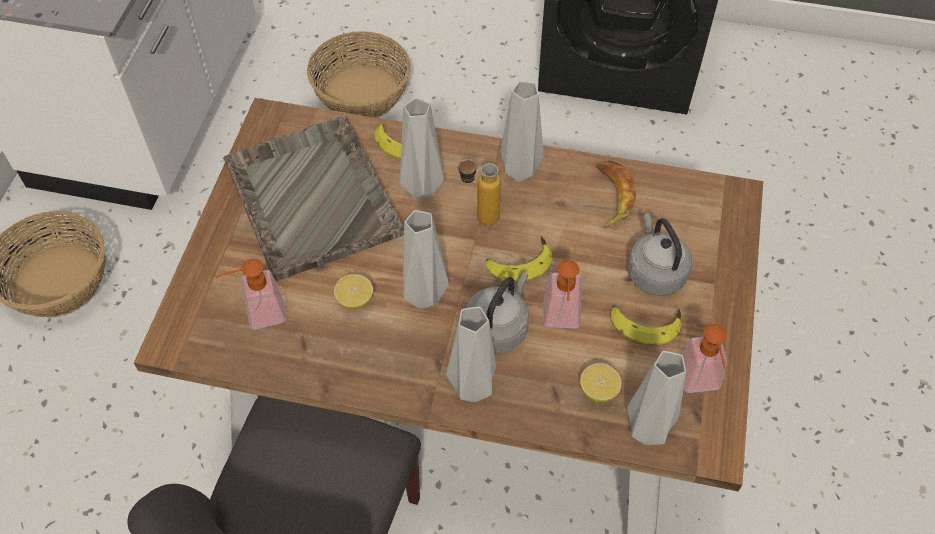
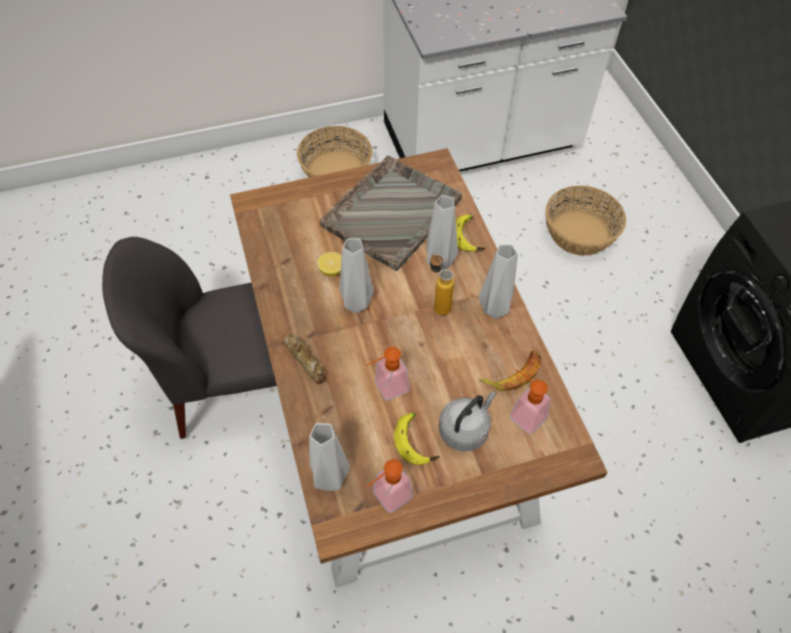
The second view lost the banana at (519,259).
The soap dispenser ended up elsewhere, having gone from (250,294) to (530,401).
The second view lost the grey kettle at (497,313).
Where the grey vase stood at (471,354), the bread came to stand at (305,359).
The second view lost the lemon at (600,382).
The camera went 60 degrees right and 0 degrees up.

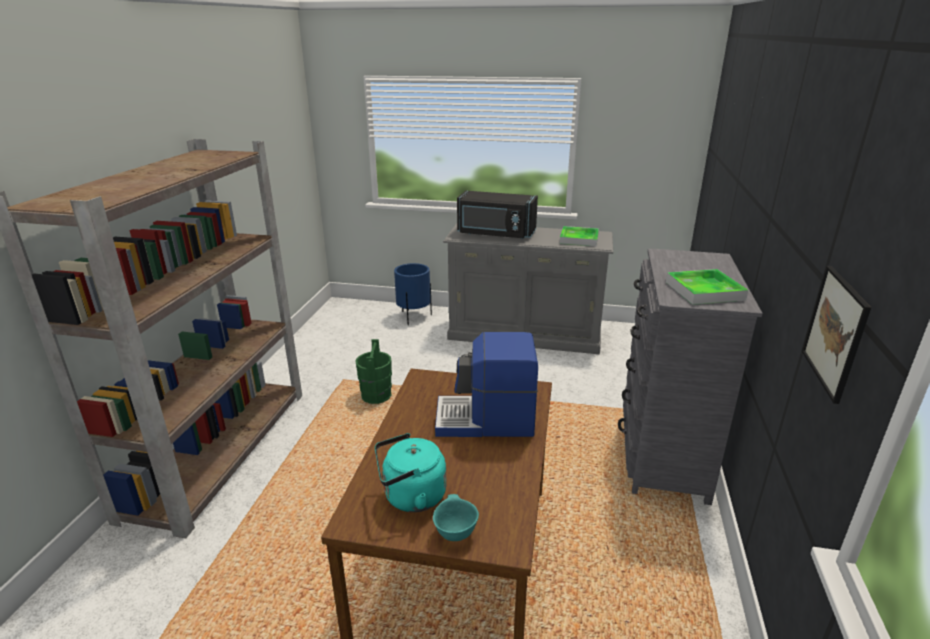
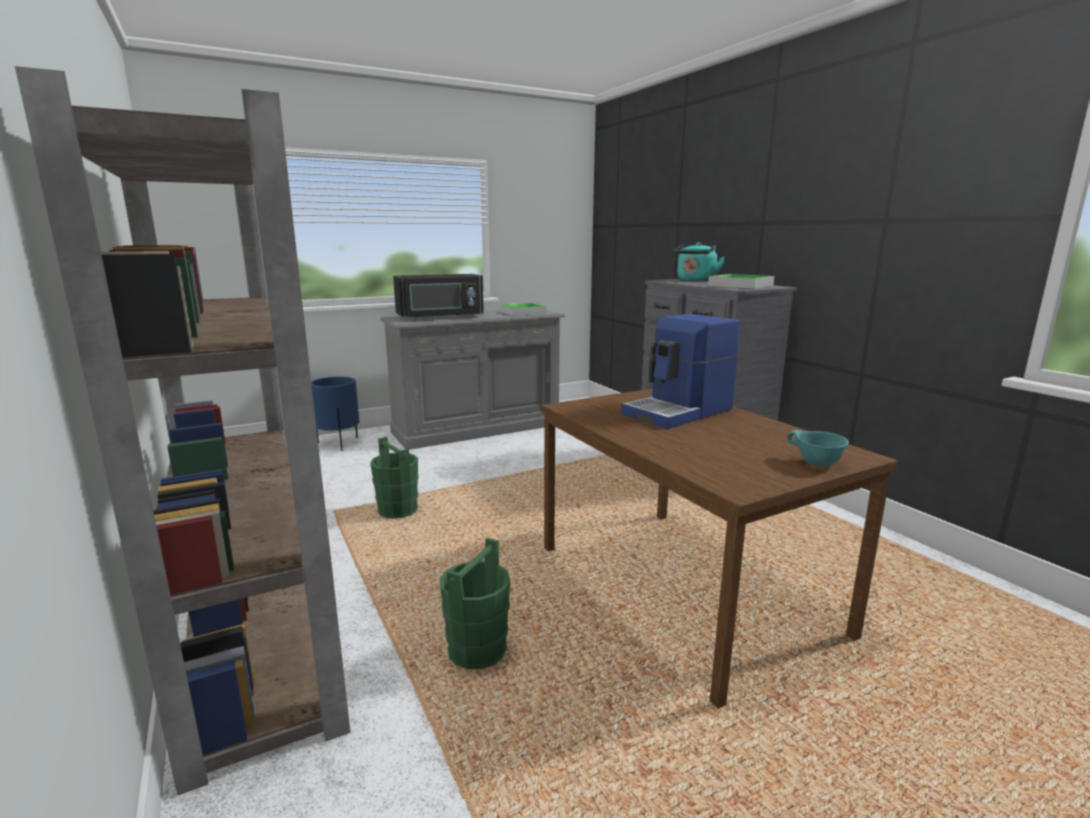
The second view lost the picture at (836,335).
The turquoise kettle ended up elsewhere, having gone from (411,472) to (699,261).
The second view gained the green bucket at (474,603).
The camera went 40 degrees left and 10 degrees down.

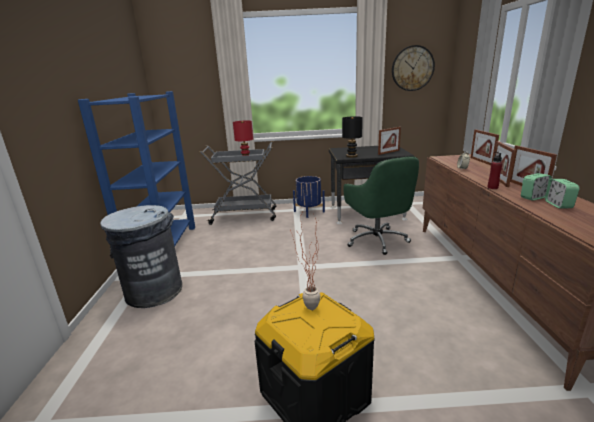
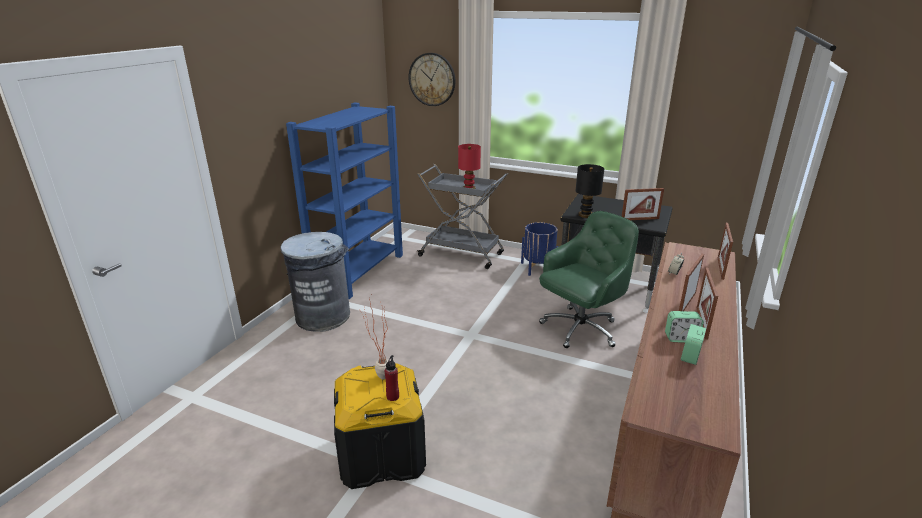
The wall clock ended up elsewhere, having gone from (413,68) to (431,79).
The red bottle ended up elsewhere, having gone from (495,170) to (392,378).
The green office chair at (381,205) ended up facing another way, 135 degrees counterclockwise from before.
The camera went 25 degrees right and 5 degrees up.

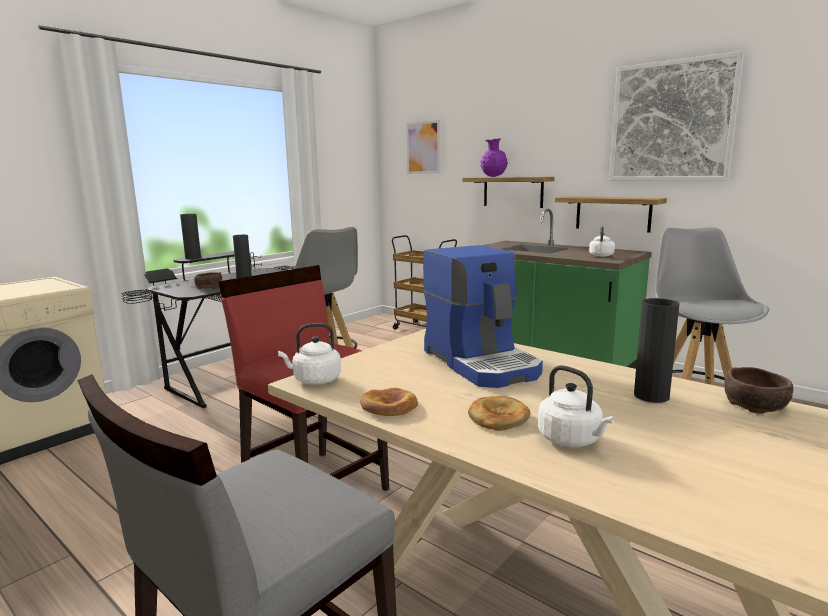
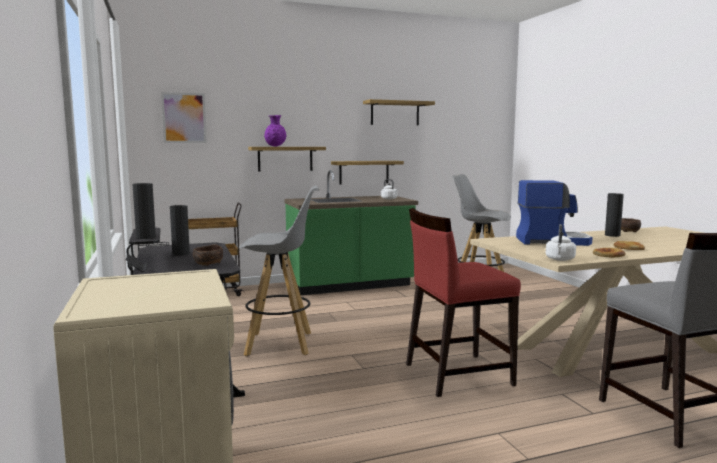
Where the picture hung at (676,116), the shelf came to hang at (399,112).
The second view lost the white kettle at (576,406).
The camera went 60 degrees left and 5 degrees down.

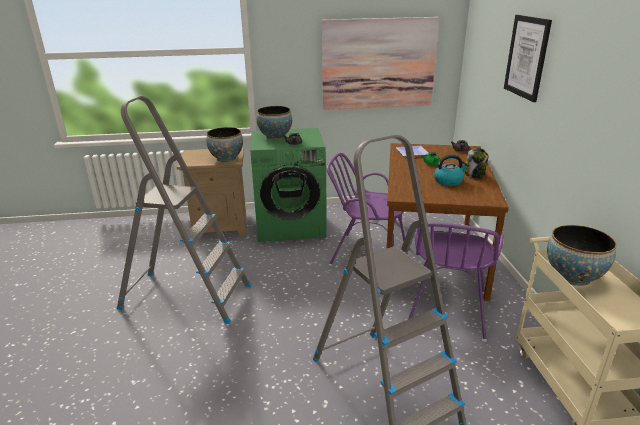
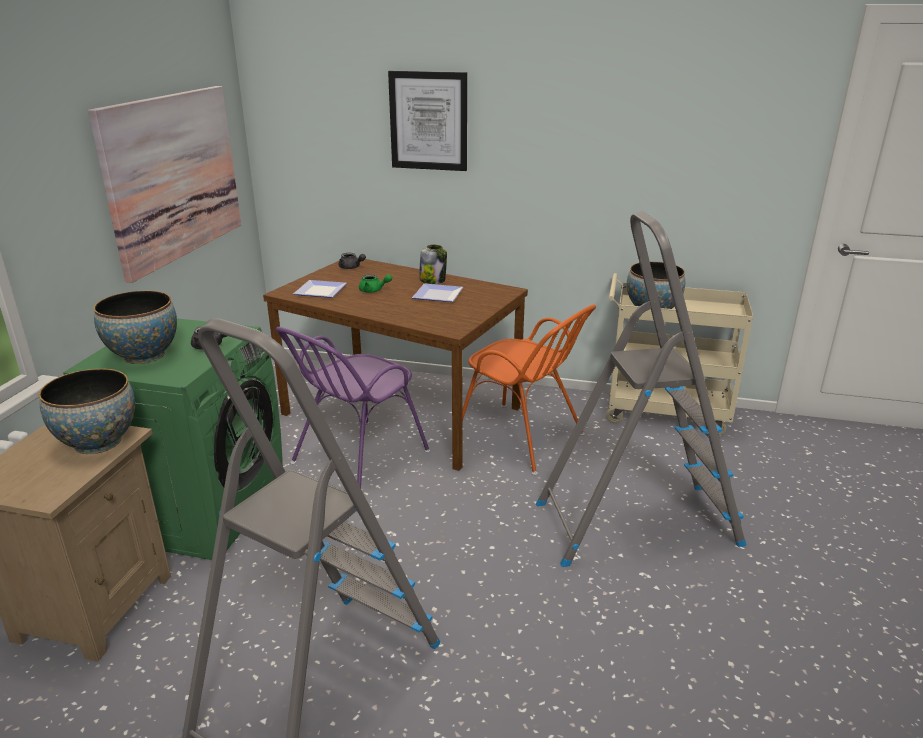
Where the kettle stood at (451,170), the plate came to stand at (437,293).
What was the purple chair at (456,282) turned into the orange chair at (529,389).
The camera went 70 degrees left and 0 degrees up.

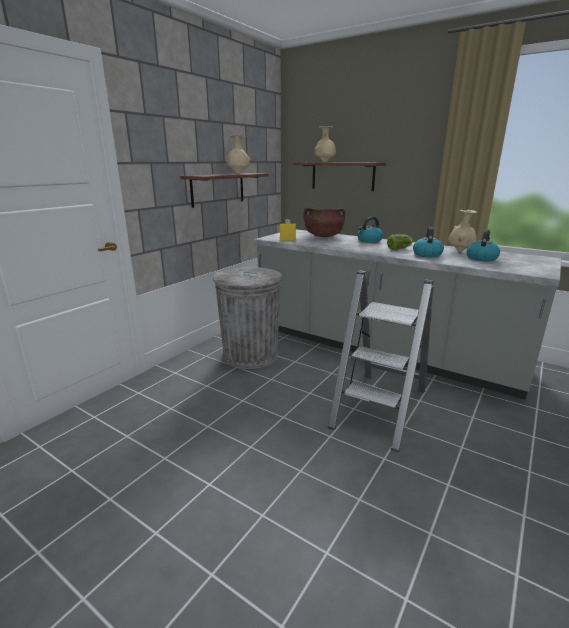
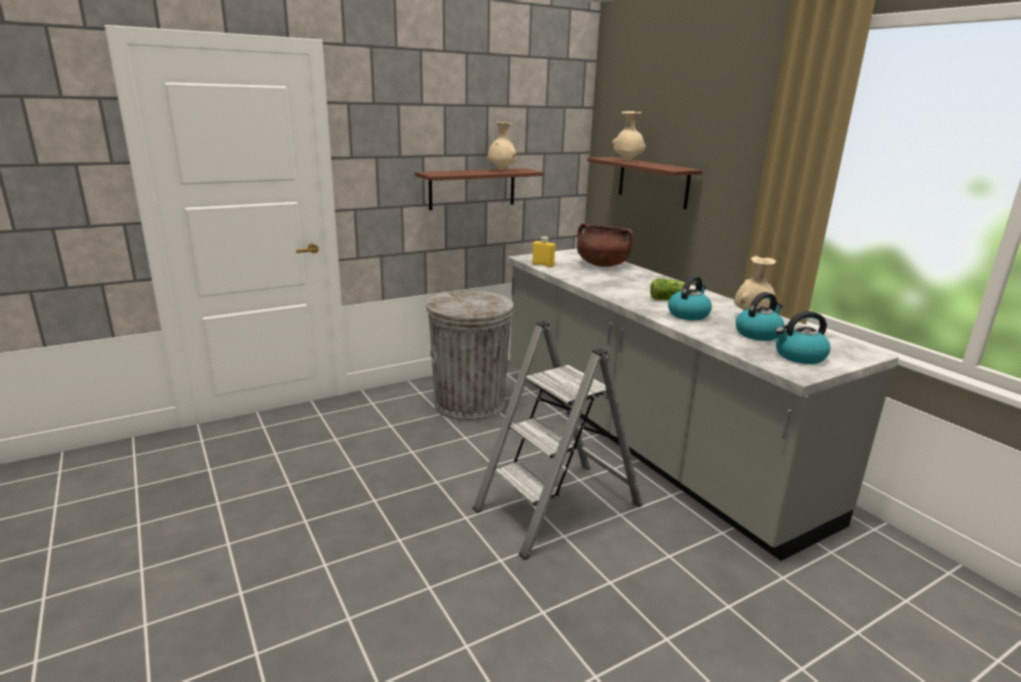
The kettle ended up elsewhere, having gone from (370,230) to (803,337).
The camera went 25 degrees right and 0 degrees up.

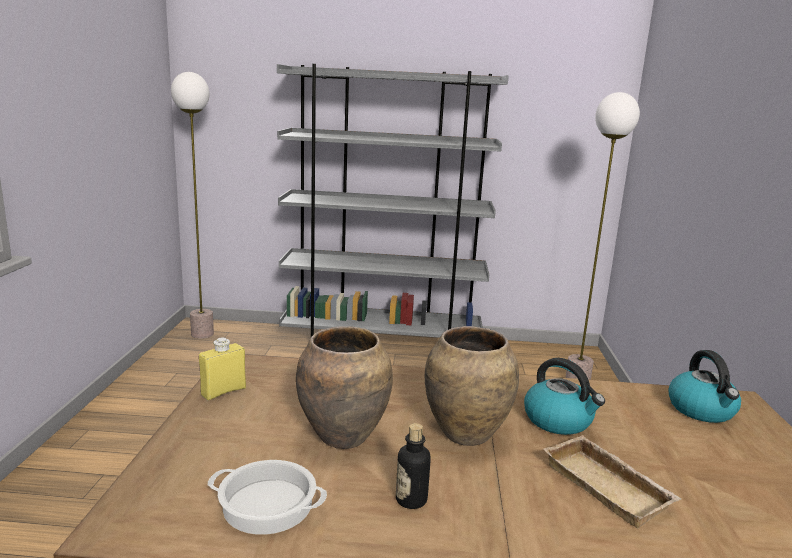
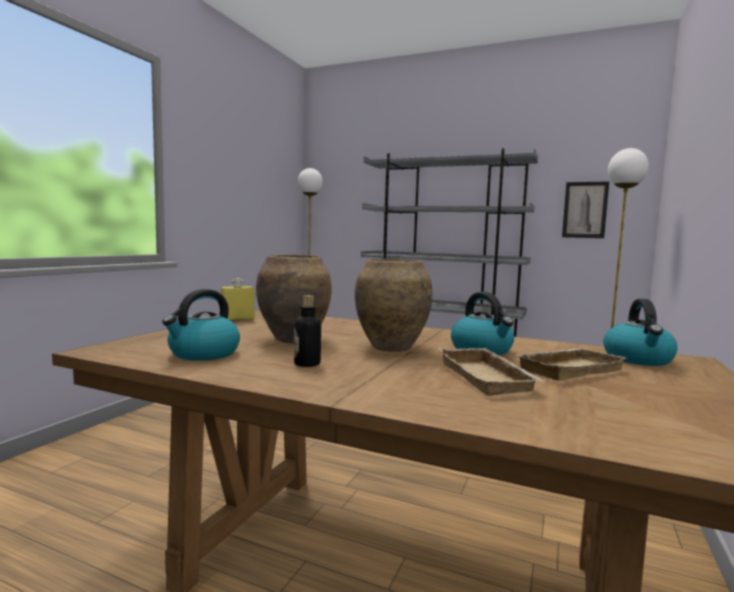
Where the cooking pot stood at (267,497), the kettle came to stand at (201,325).
The second view gained the picture at (585,209).
The second view gained the beige tray at (569,364).
The camera went 20 degrees right and 10 degrees down.

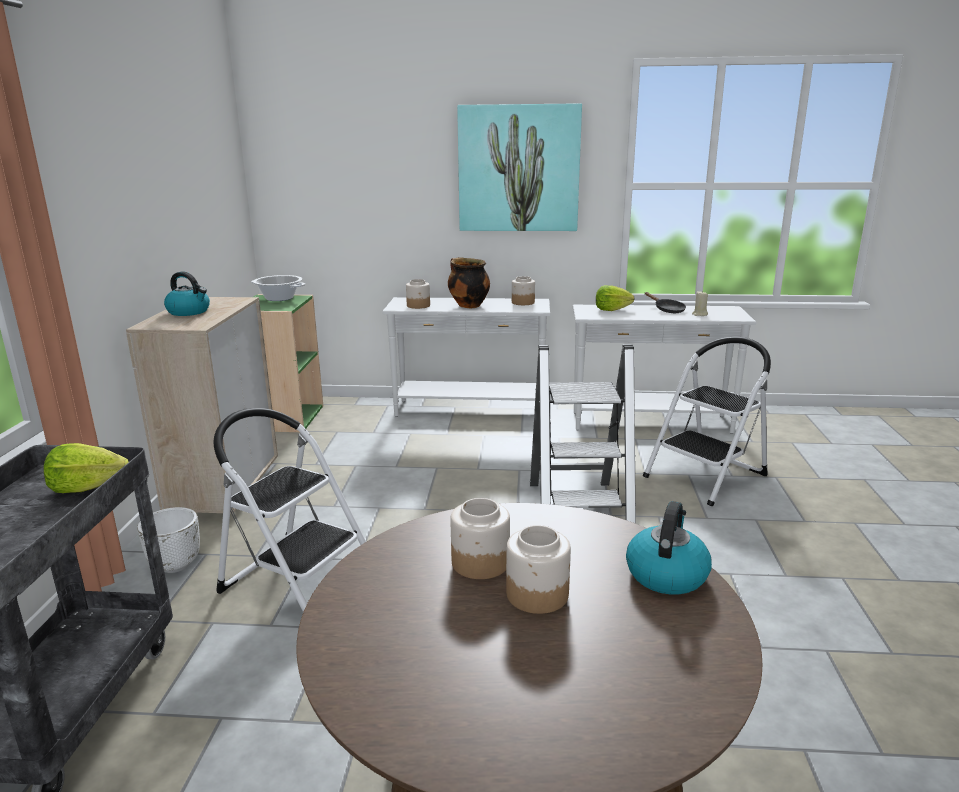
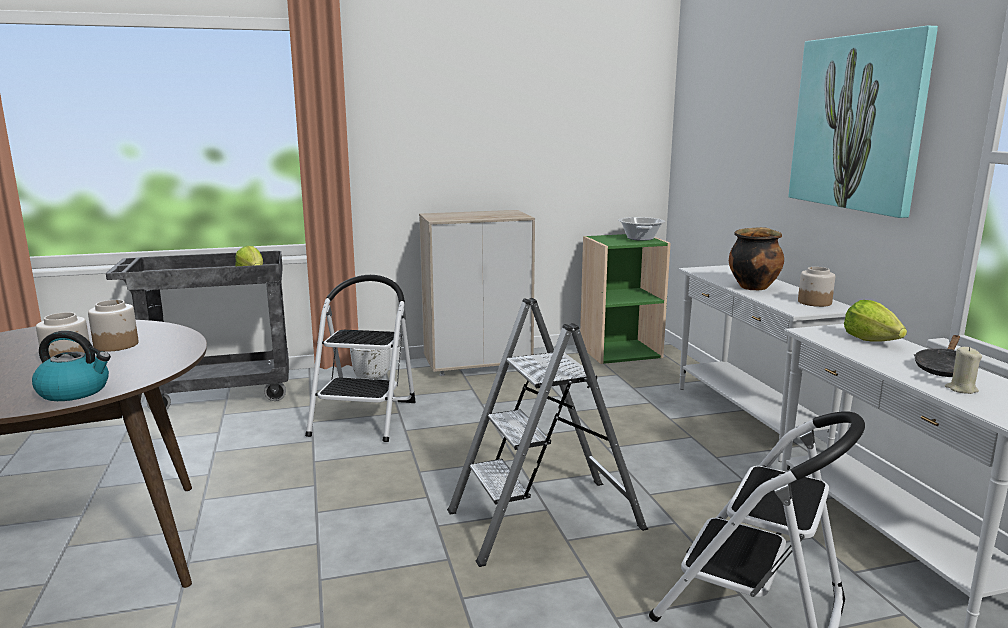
The second view lost the kettle at (187,294).
The second view lost the jar at (418,294).
The camera went 70 degrees right and 5 degrees down.

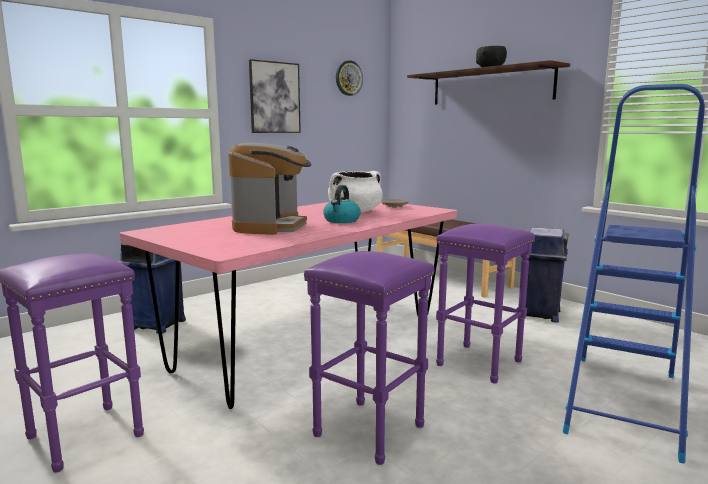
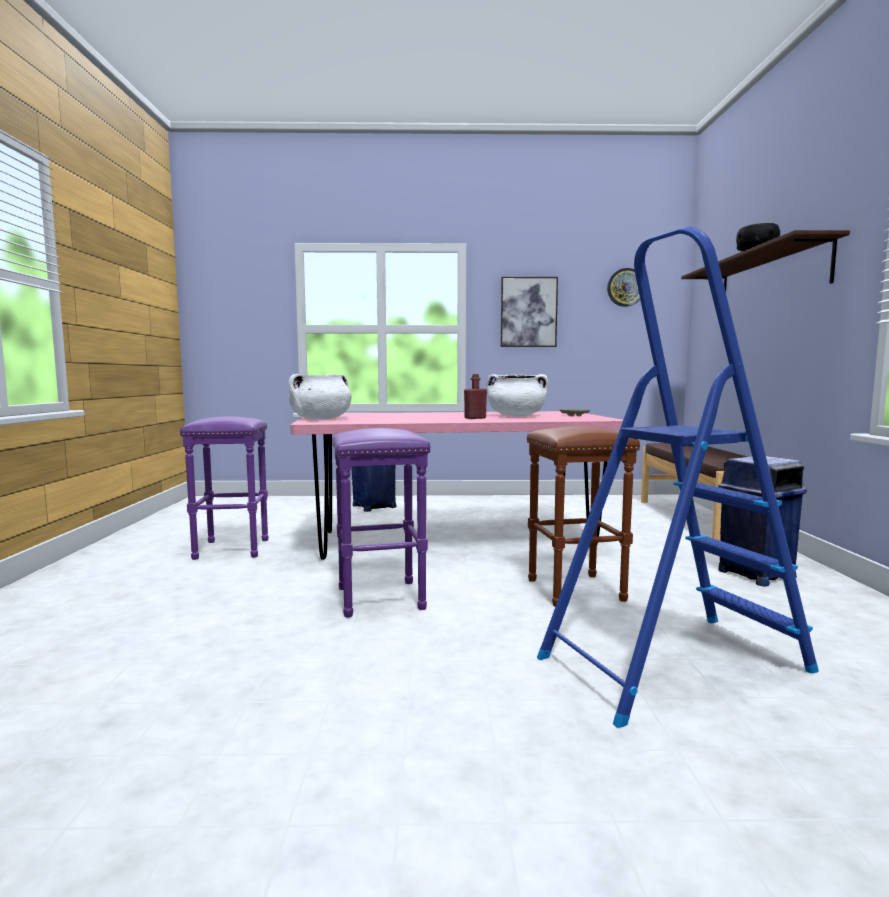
The second view lost the coffee machine at (269,188).
Where the kettle stood at (342,204), the red bottle came to stand at (475,396).
What was the purple stool at (485,303) turned into the brown stool at (583,516).
The second view gained the white cooking pot at (320,397).
The camera went 40 degrees right and 5 degrees down.

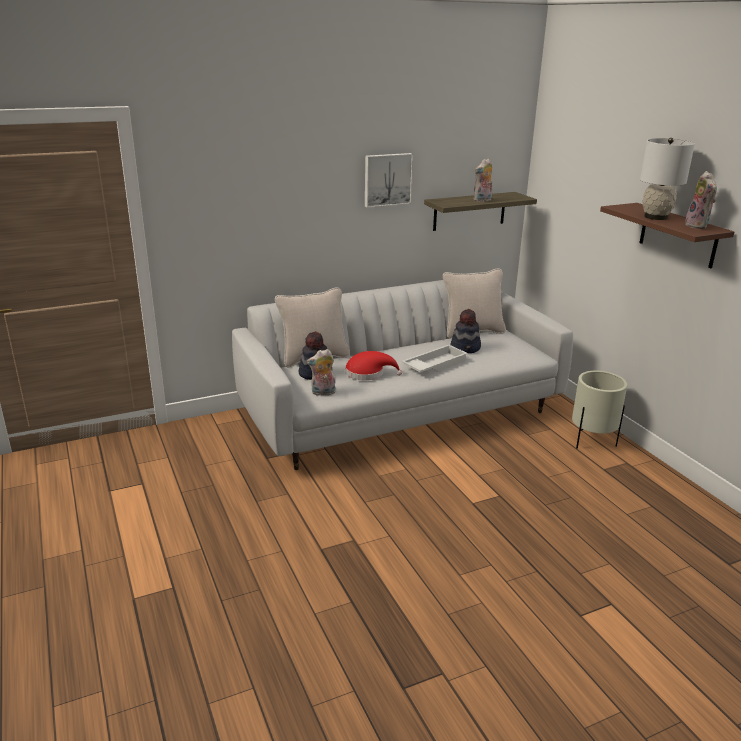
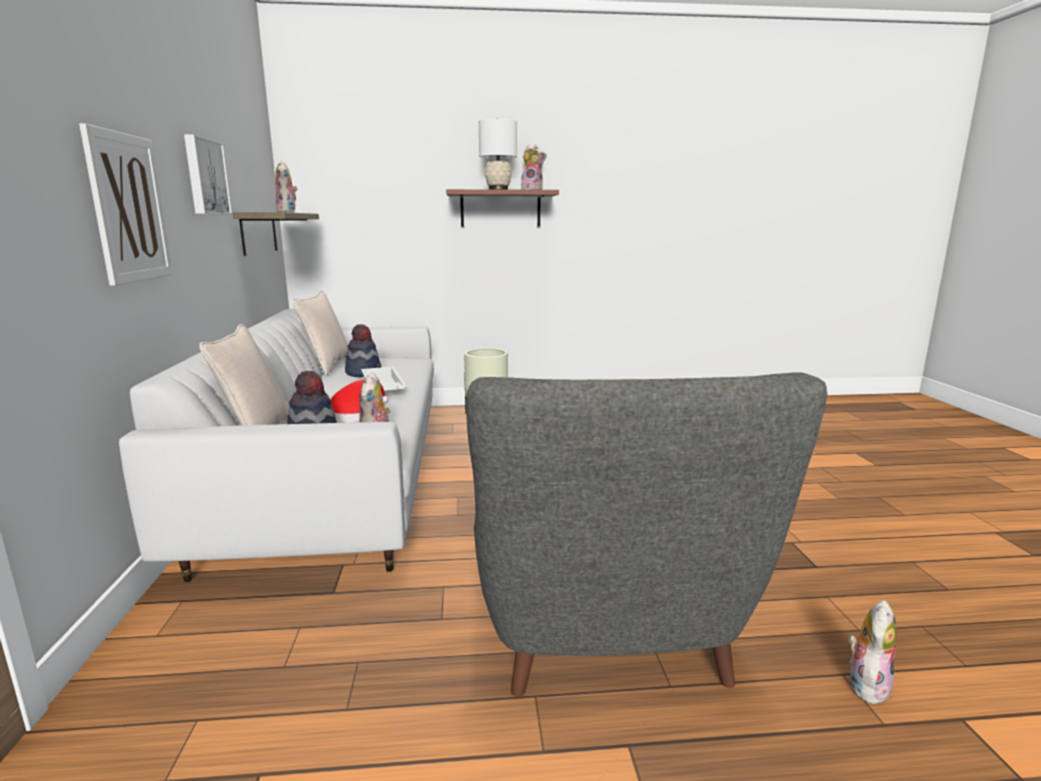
The second view gained the picture at (126,204).
The second view gained the grey armchair at (646,534).
The second view gained the plush toy at (872,652).
The camera went 70 degrees left and 10 degrees down.

